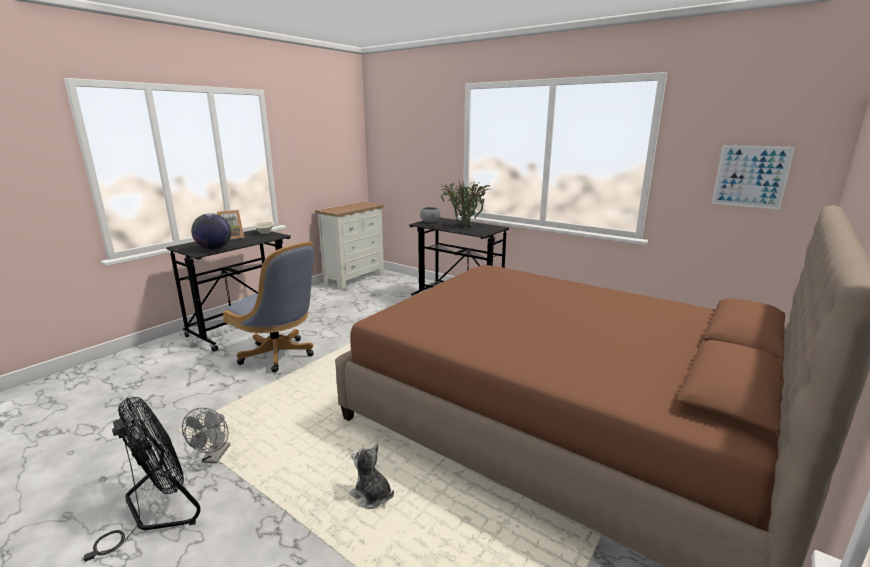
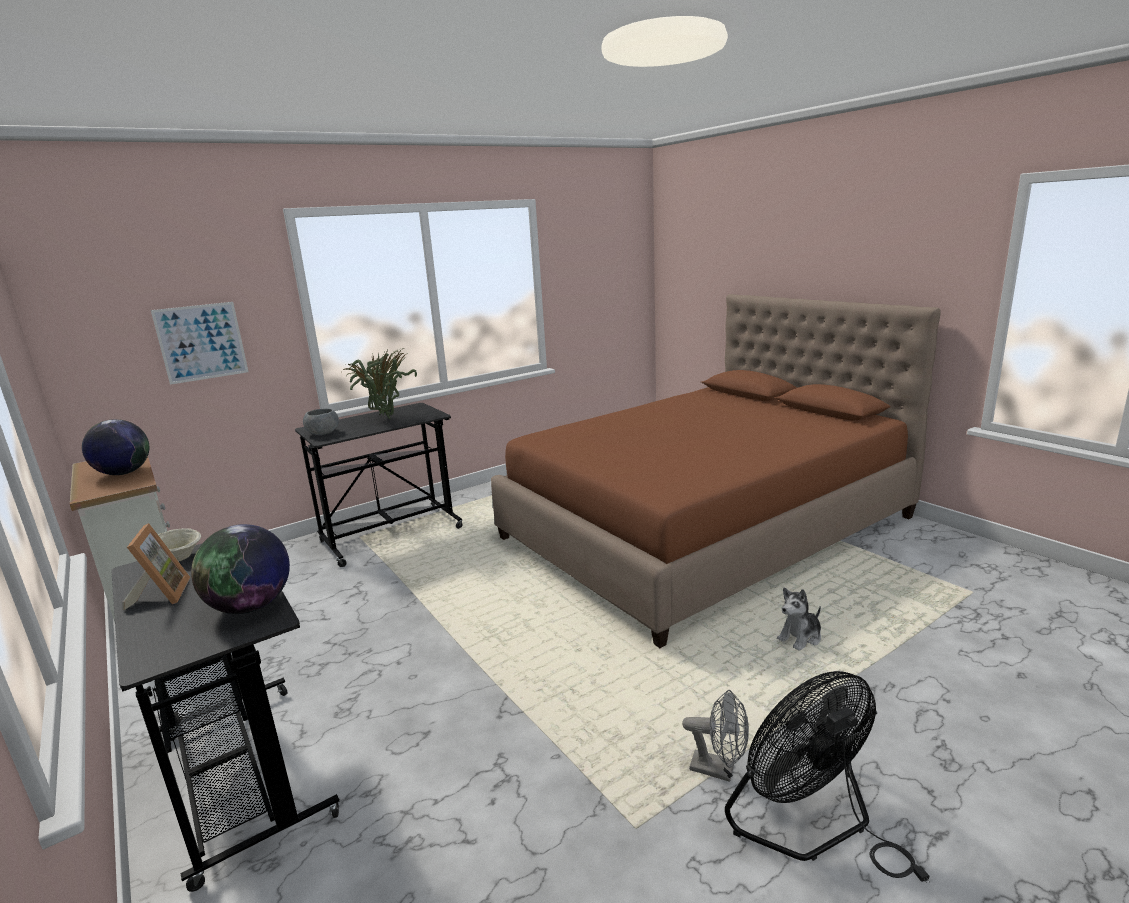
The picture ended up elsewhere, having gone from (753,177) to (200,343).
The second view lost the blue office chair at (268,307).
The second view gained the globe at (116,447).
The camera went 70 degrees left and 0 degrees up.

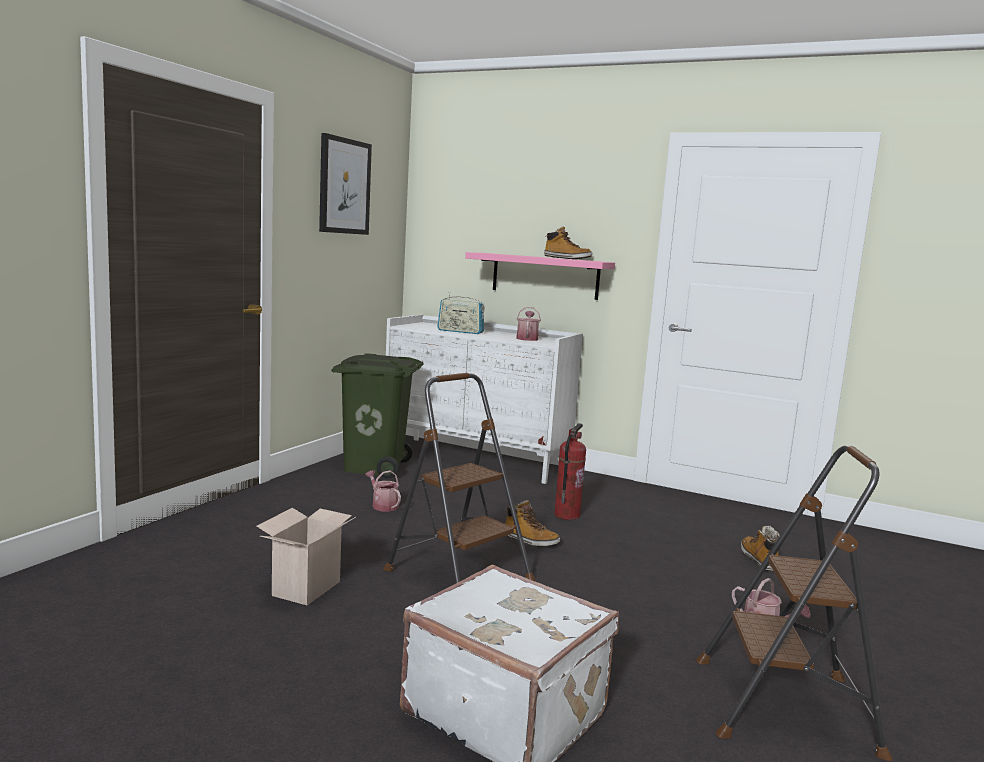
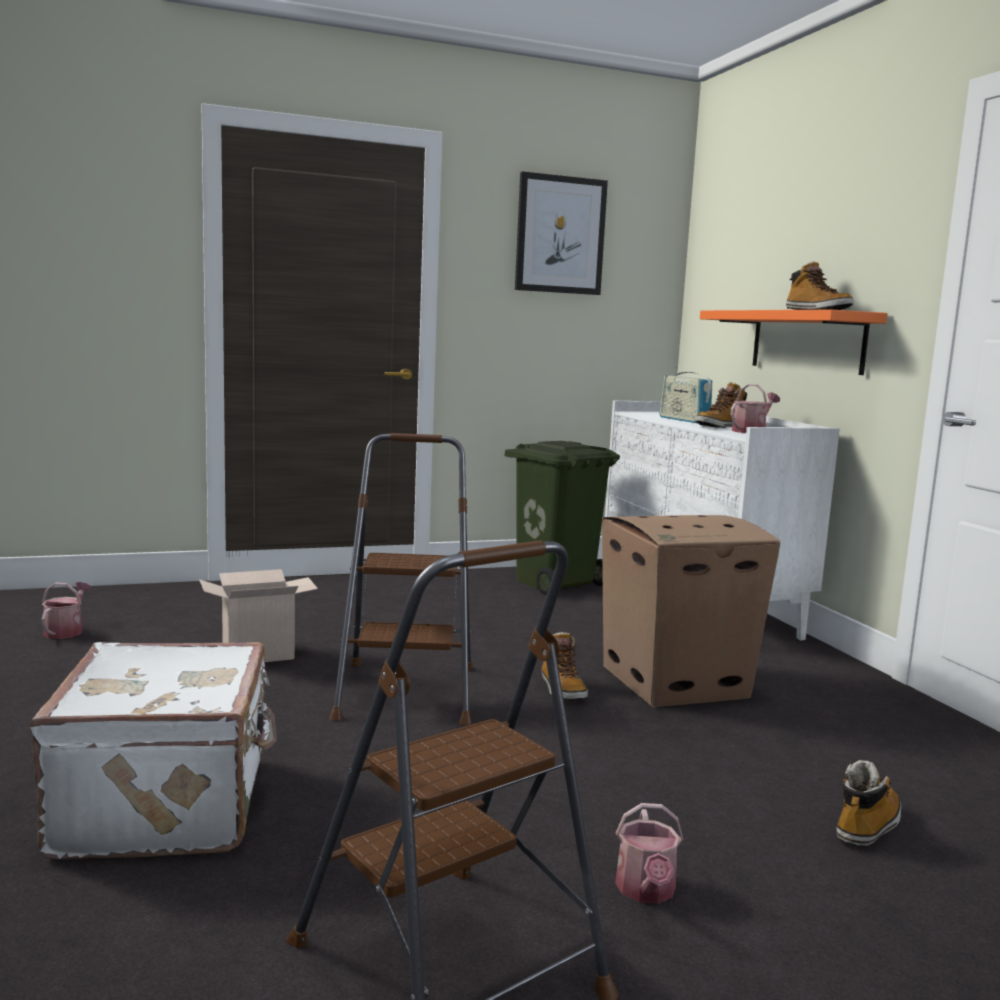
What was the pink shelf at (540,276) turned into the orange shelf at (793,342).
Where the fire extinguisher stood at (570,471), the cardboard box came to stand at (691,611).
The watering can ended up elsewhere, having gone from (383,491) to (66,610).
The second view gained the boot at (721,405).
The camera went 45 degrees right and 0 degrees up.

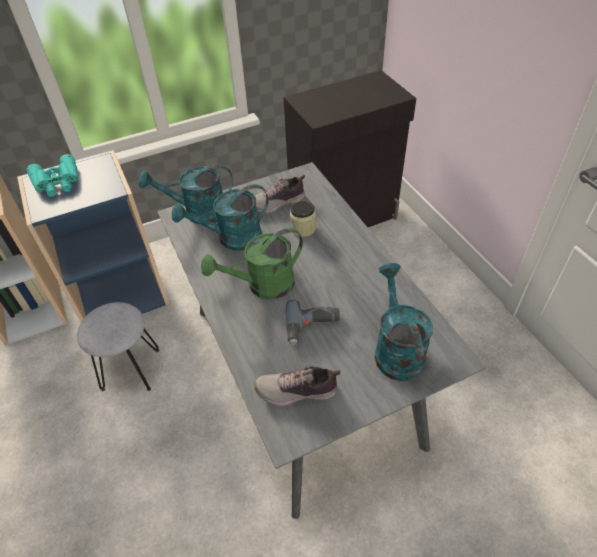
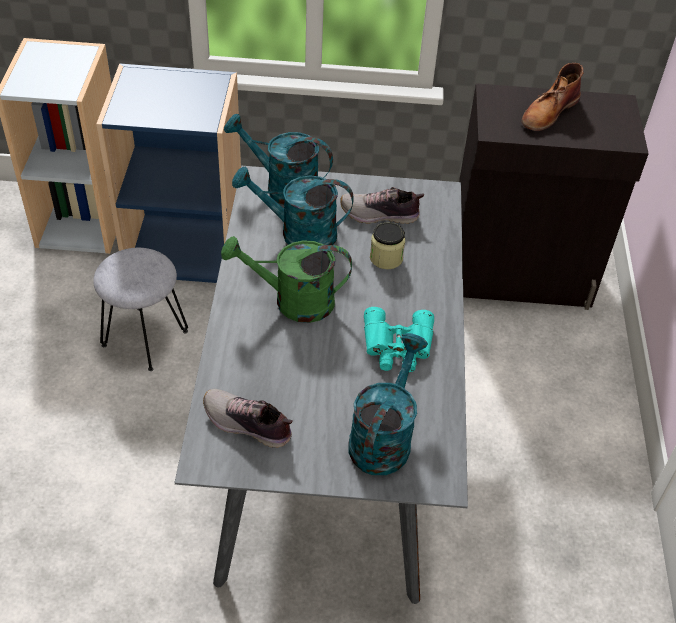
The turquoise binoculars ended up elsewhere, having gone from (52,175) to (399,339).
The second view lost the power drill at (313,322).
The second view gained the brown boot at (553,97).
The camera went 25 degrees right and 0 degrees up.

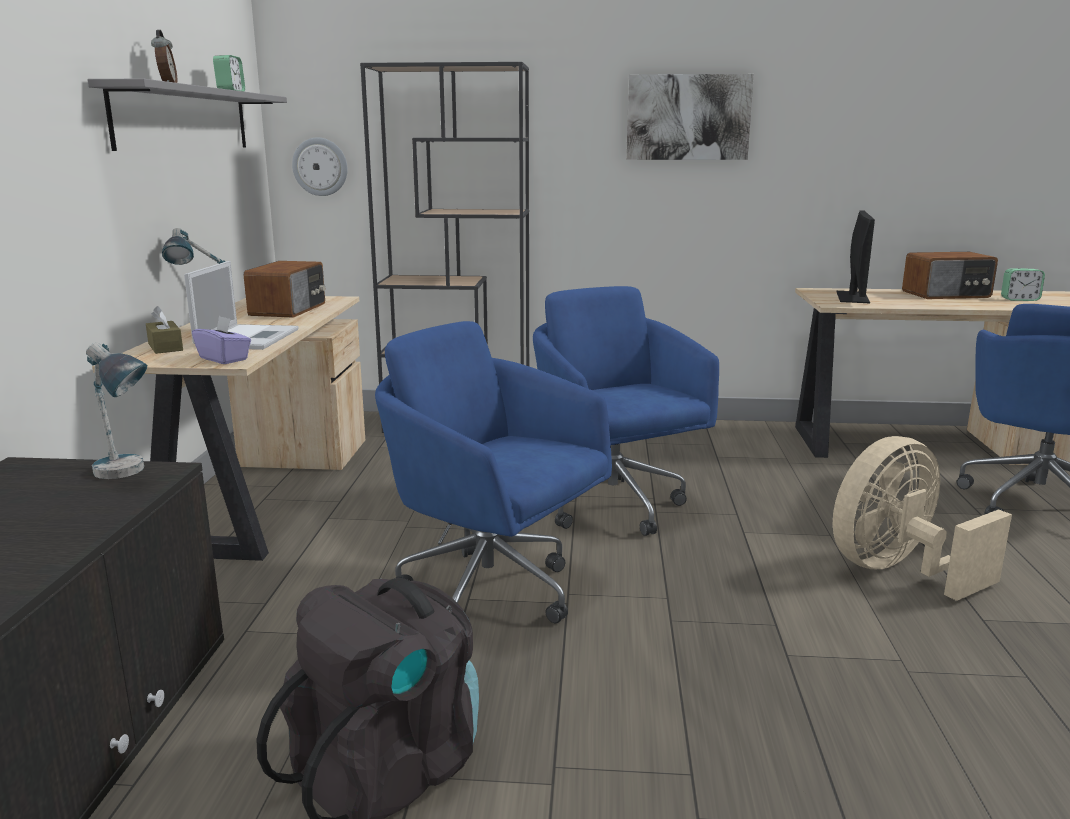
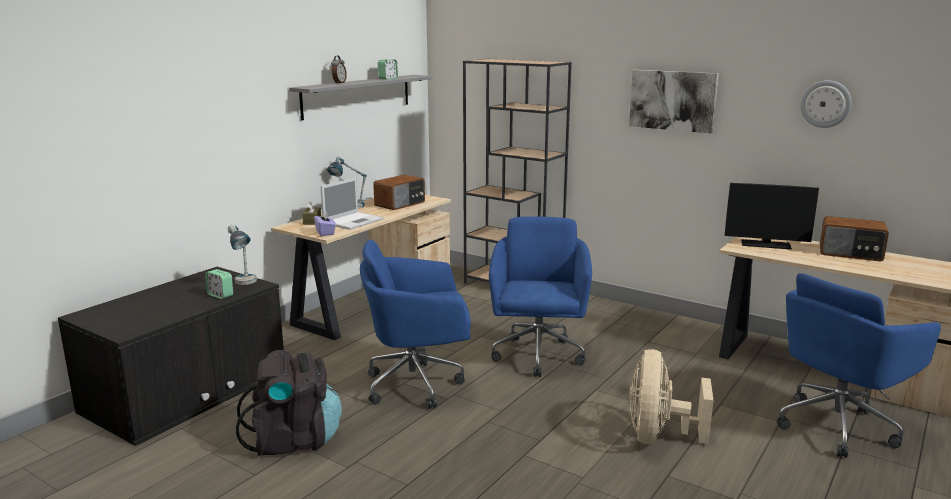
The wall clock ended up elsewhere, having gone from (320,167) to (826,104).
The monitor at (855,256) ended up facing another way, 60 degrees clockwise from before.
The alarm clock ended up elsewhere, having gone from (1023,284) to (219,284).
The blue office chair at (493,472) ended up facing another way, 75 degrees counterclockwise from before.
The beige fan at (922,518) ended up facing another way, 75 degrees counterclockwise from before.
The camera went 30 degrees right and 0 degrees up.

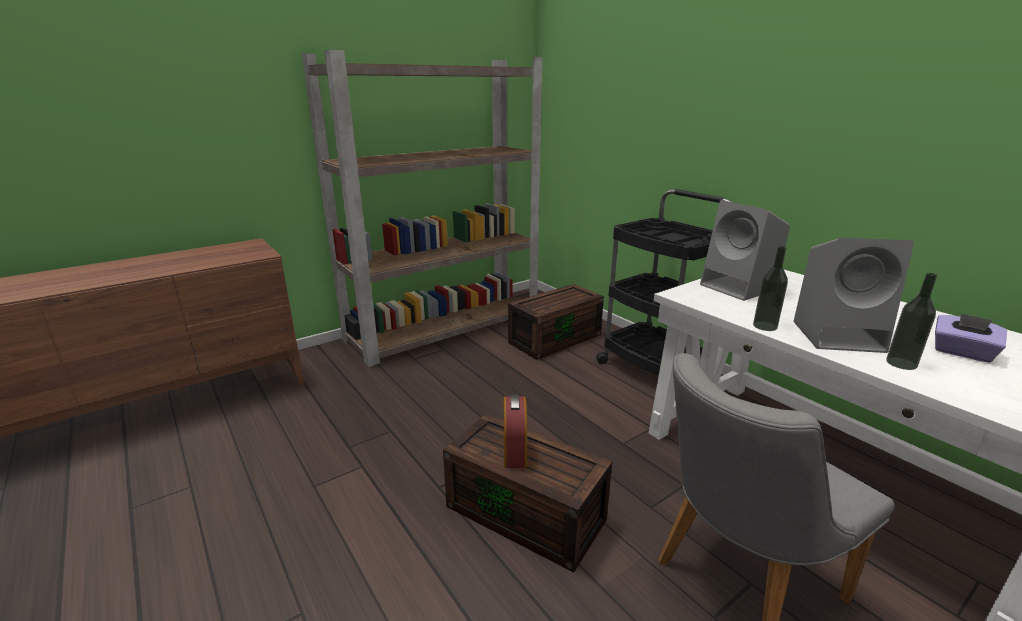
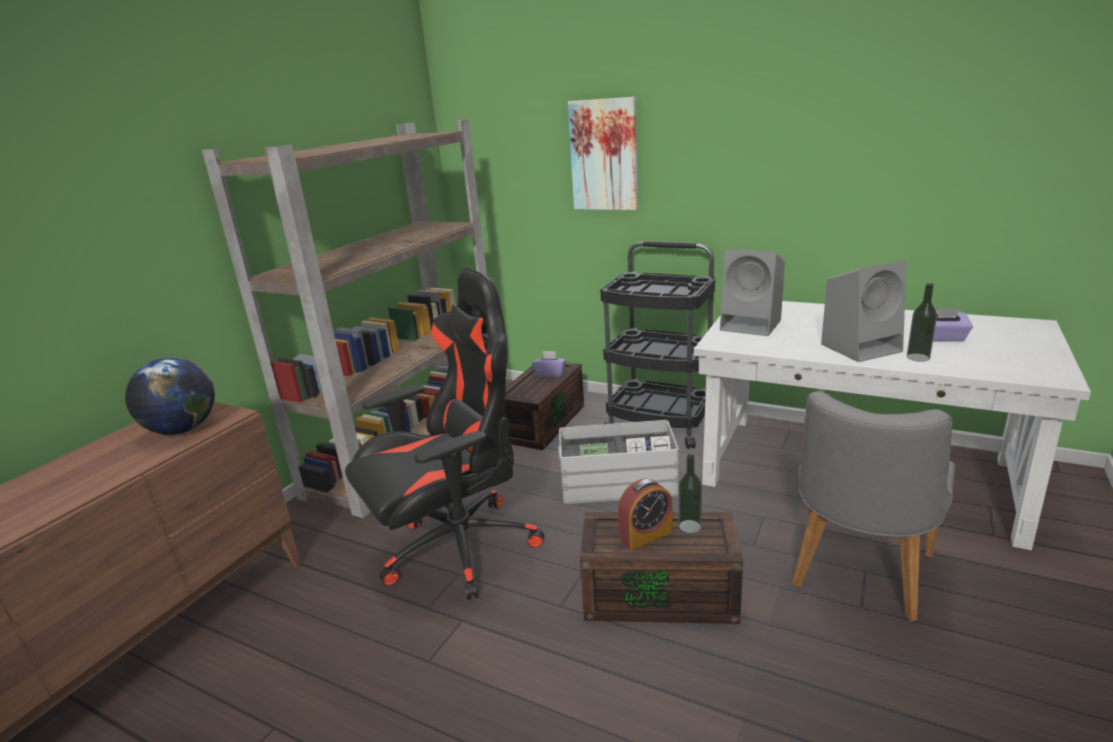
The bottle ended up elsewhere, having gone from (770,288) to (690,493).
The alarm clock at (515,431) ended up facing another way, 90 degrees clockwise from before.
The second view gained the picture at (603,153).
The second view gained the black office chair at (444,434).
The second view gained the purple tissue box at (549,364).
The second view gained the globe at (170,396).
The second view gained the grey storage box at (619,462).
The camera went 25 degrees left and 0 degrees up.

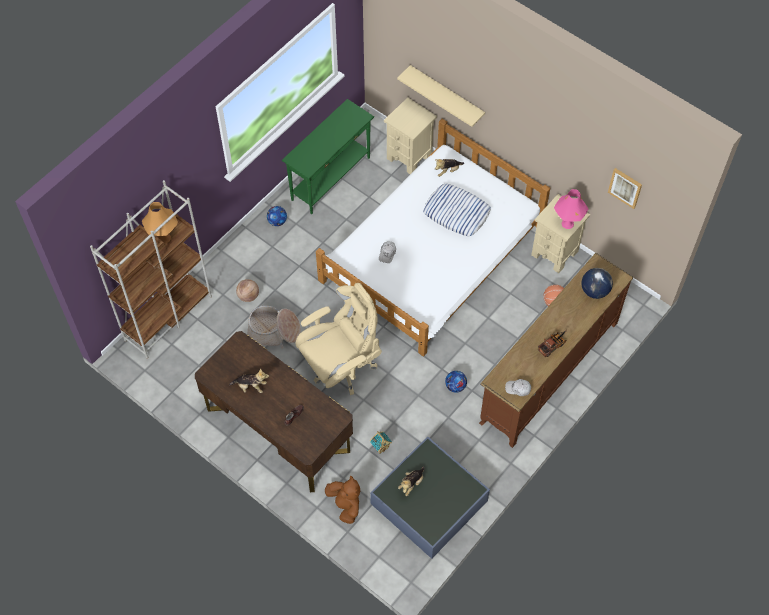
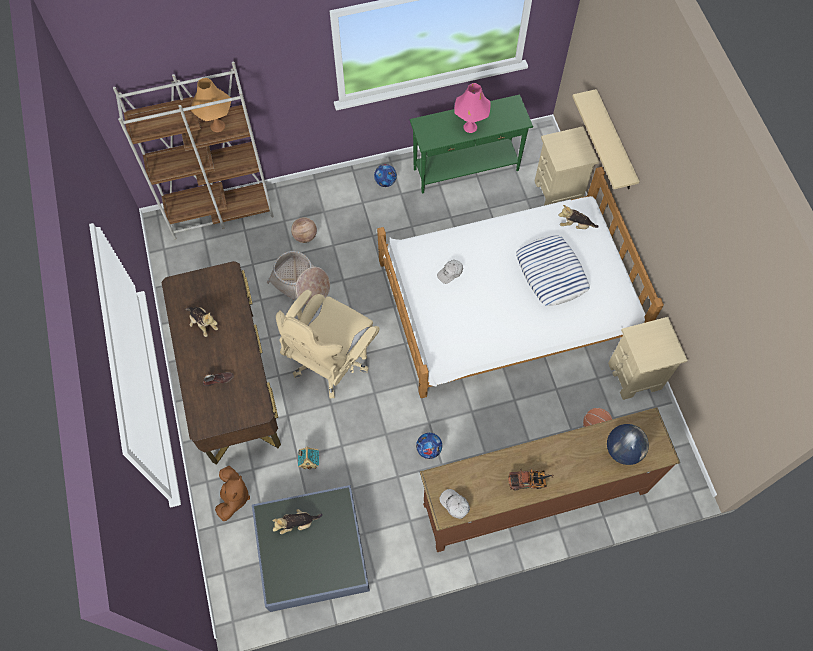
The second view lost the picture at (625,188).
The pink table lamp ended up elsewhere, having gone from (571,209) to (472,108).
The beige office chair at (339,339) ended up facing another way, 120 degrees clockwise from before.
The camera went 35 degrees right and 5 degrees up.

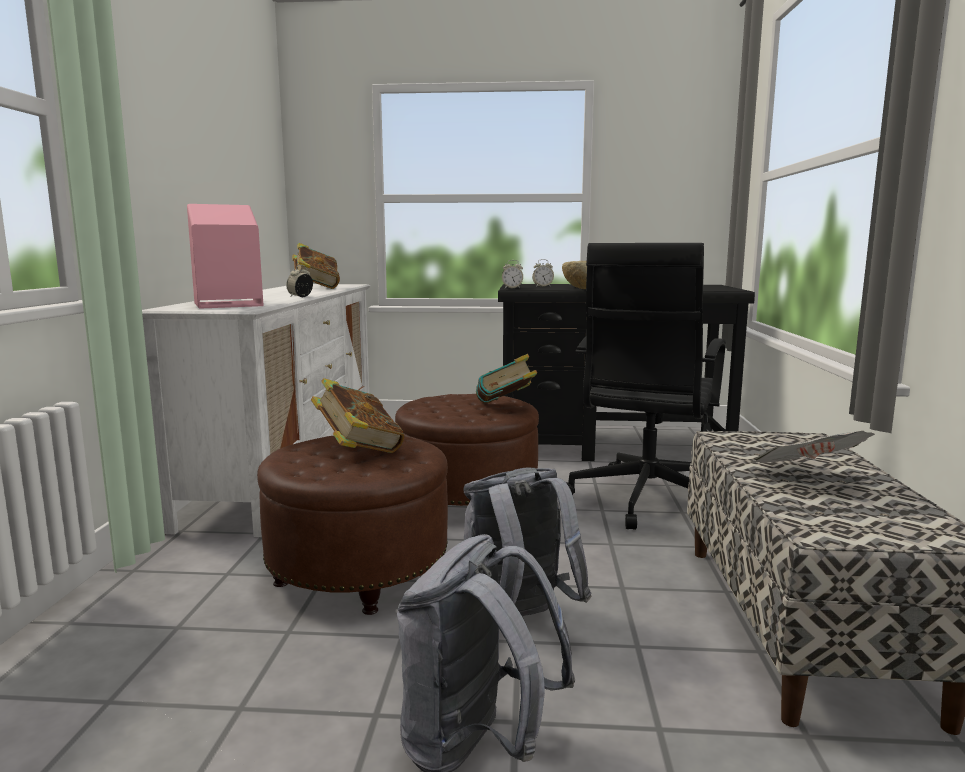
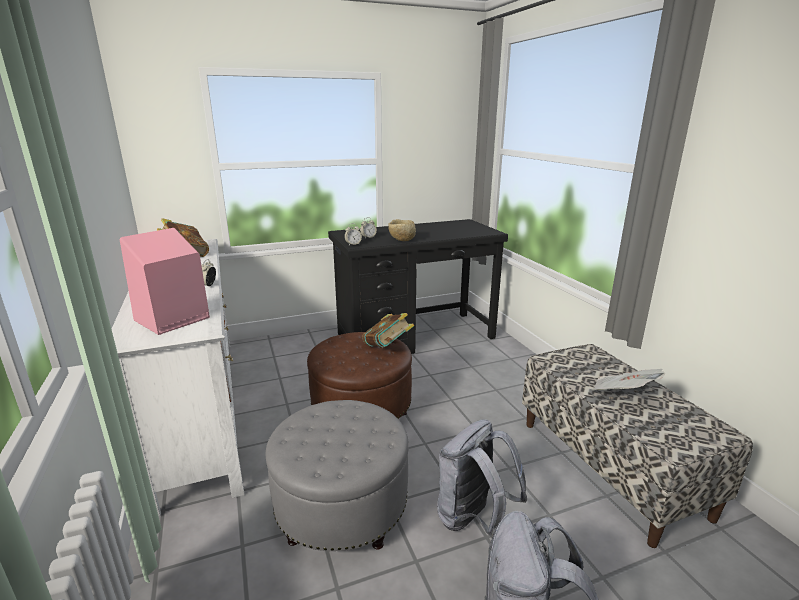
The second view lost the black office chair at (646,386).
The second view lost the book at (357,415).
What was the brown ottoman at (352,525) turned into the grey ottoman at (337,475).
The camera went 25 degrees left and 10 degrees up.

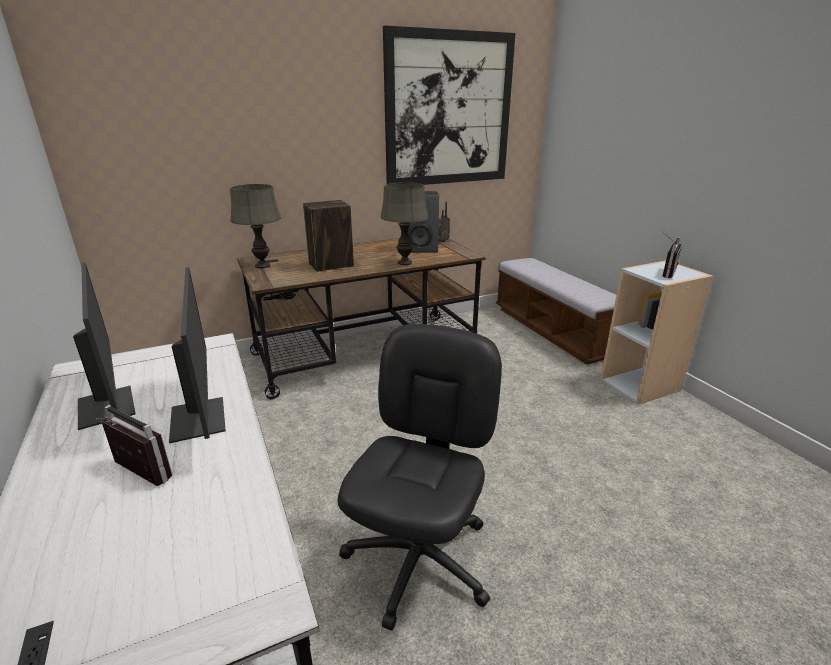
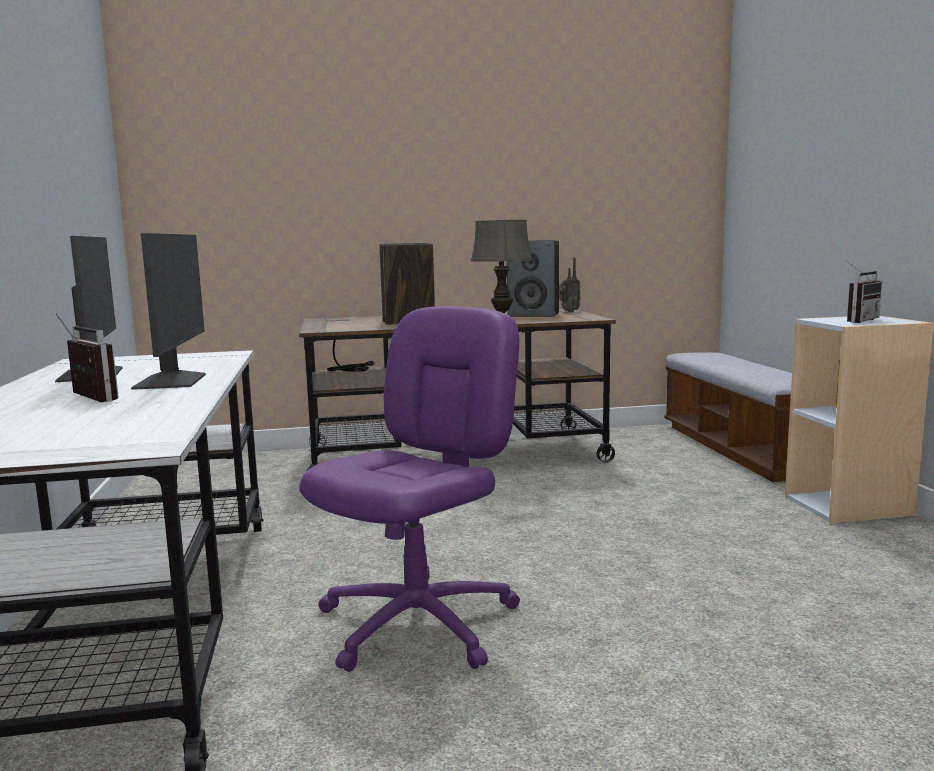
The second view lost the picture at (449,105).
The second view lost the grey table lamp at (255,226).
What was the black office chair at (419,477) turned into the purple office chair at (409,489).
The camera went 15 degrees right and 15 degrees down.

